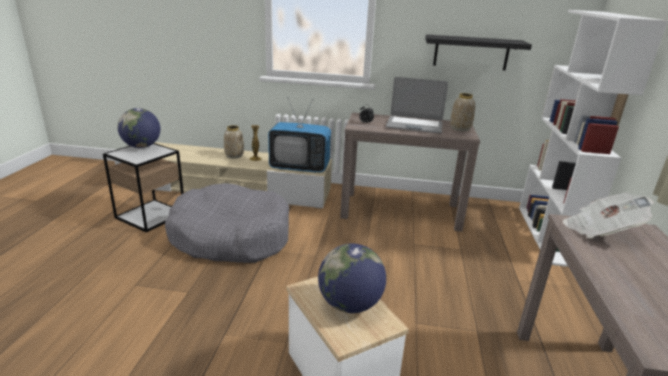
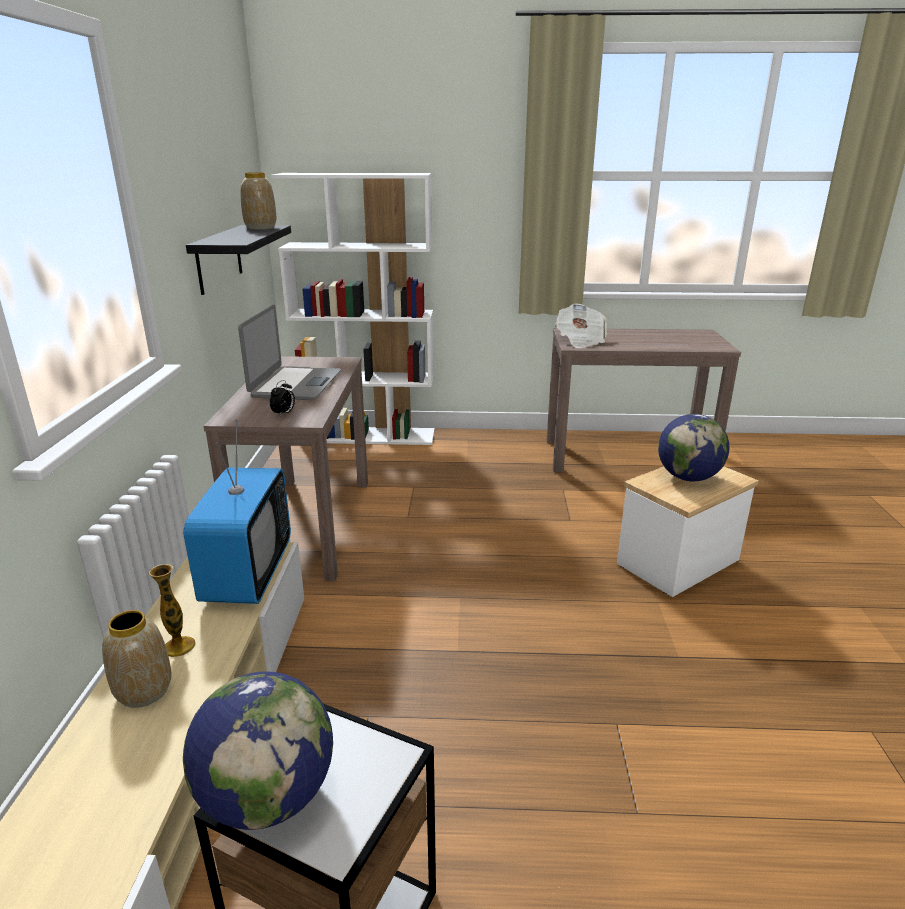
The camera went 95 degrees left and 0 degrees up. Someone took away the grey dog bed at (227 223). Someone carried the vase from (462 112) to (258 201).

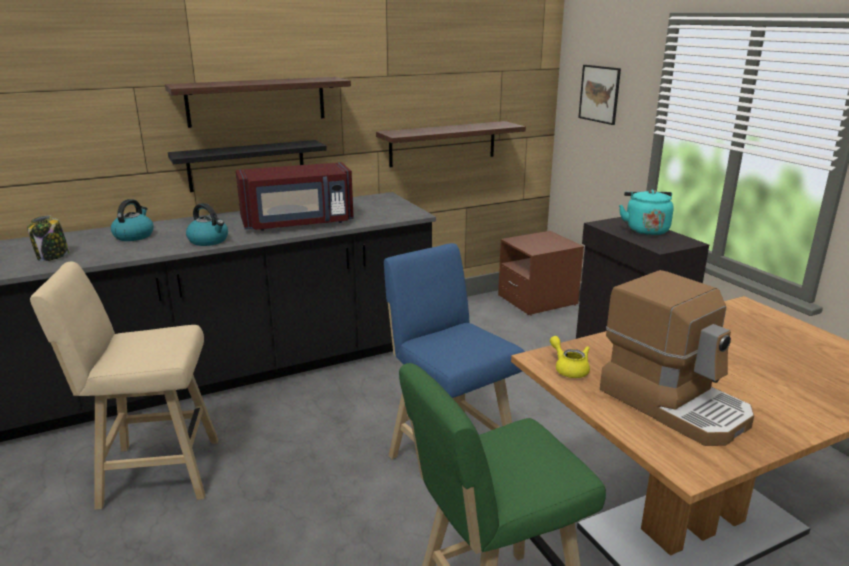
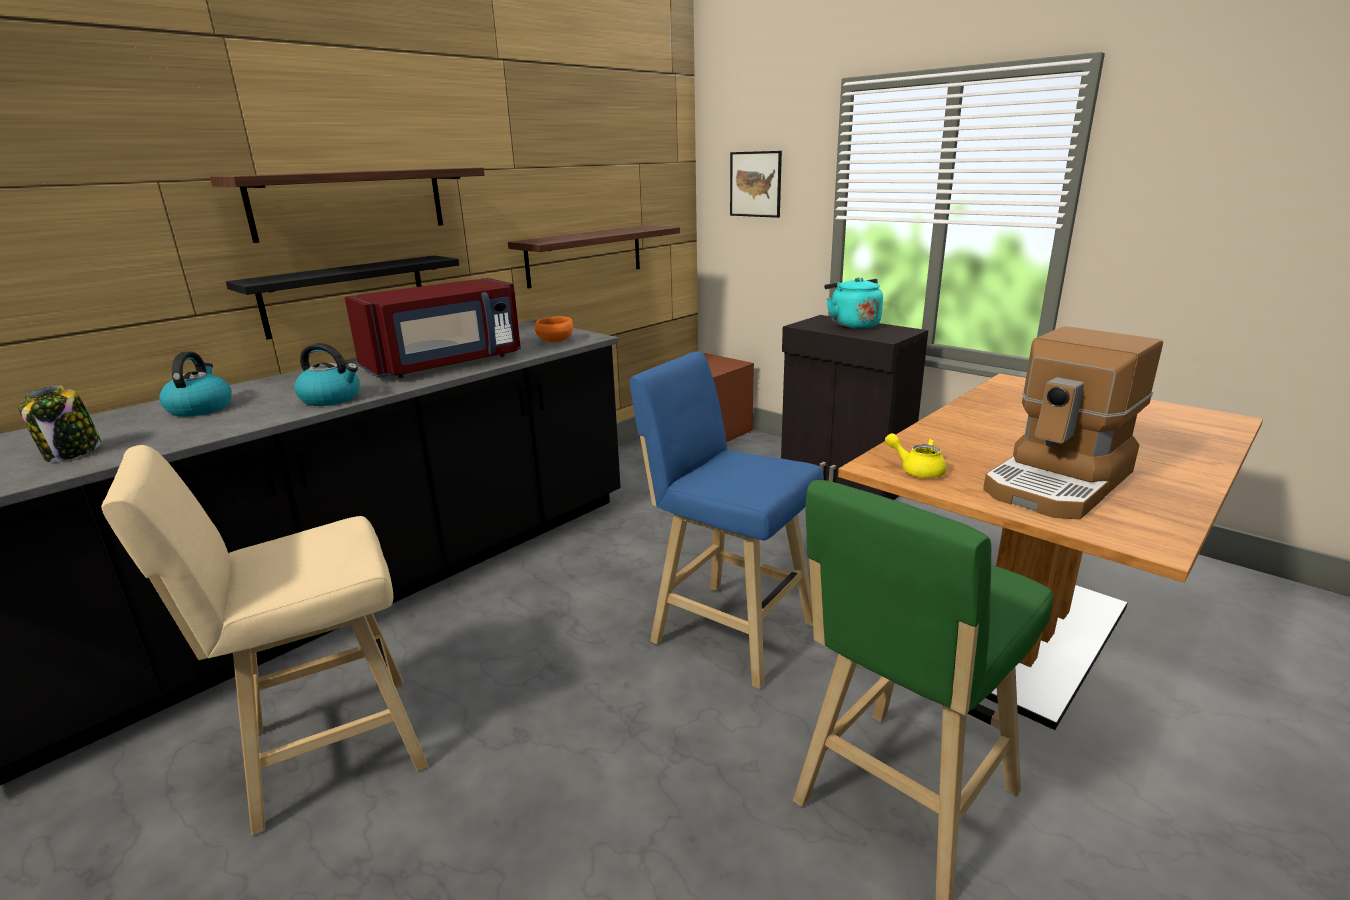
The camera went 20 degrees left and 0 degrees up. Someone rotated the coffee machine at (677 358) by 105 degrees clockwise. Someone put down the orange bowl at (554 329).

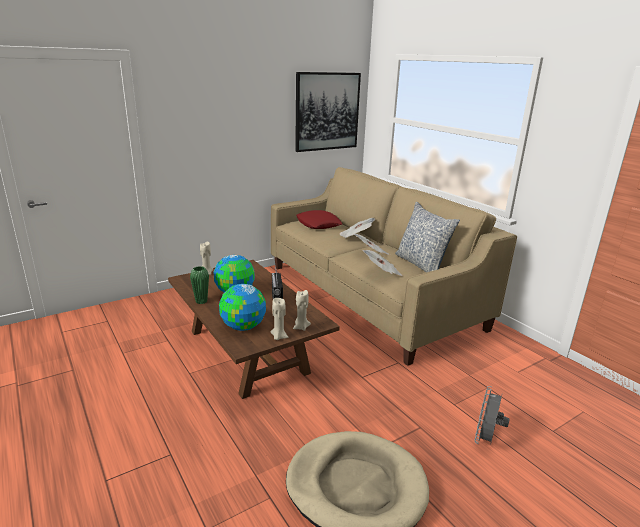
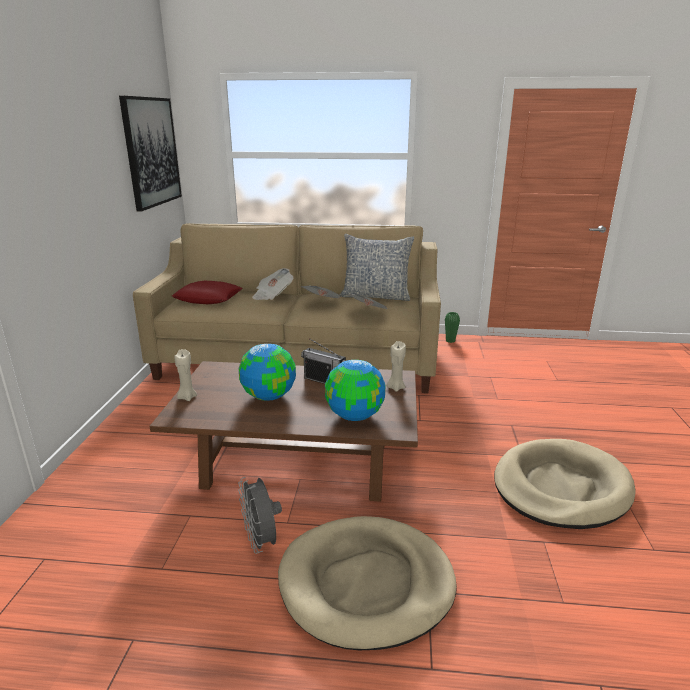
The camera went 50 degrees left and 0 degrees up. Someone carried the green vase from (199 285) to (452 327). Someone took away the beige candle at (279 319). Someone carried the grey fan from (492 415) to (260 515). Someone put down the beige dog bed at (367 583).

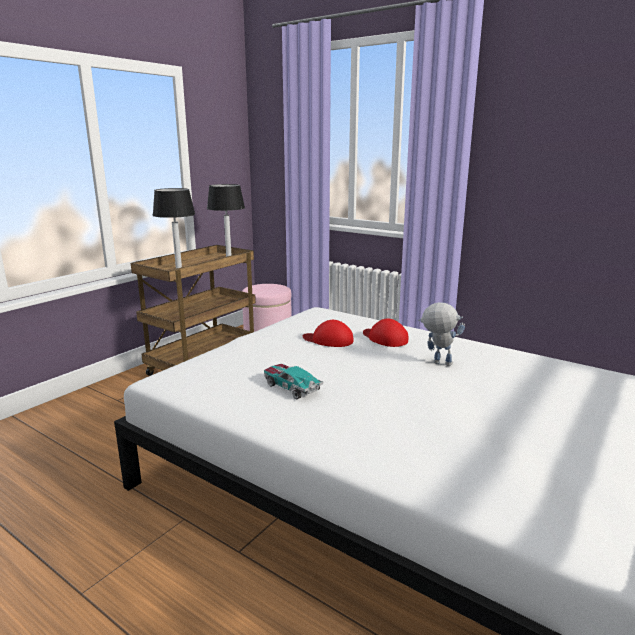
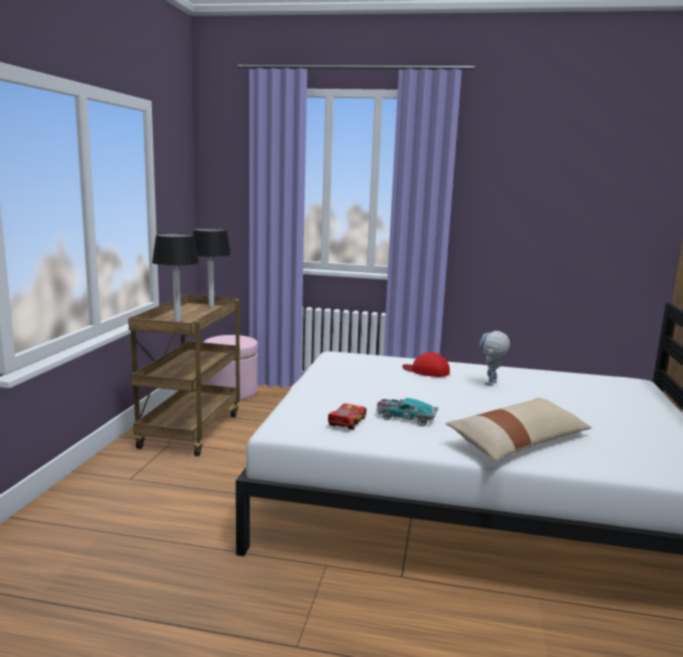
The camera went 25 degrees left and 5 degrees down. Someone took away the red cap at (328 333). Someone rotated the toy robot at (441 334) by 60 degrees counterclockwise. Someone put down the toy car at (347 416). Someone put down the beige pillow at (518 429).

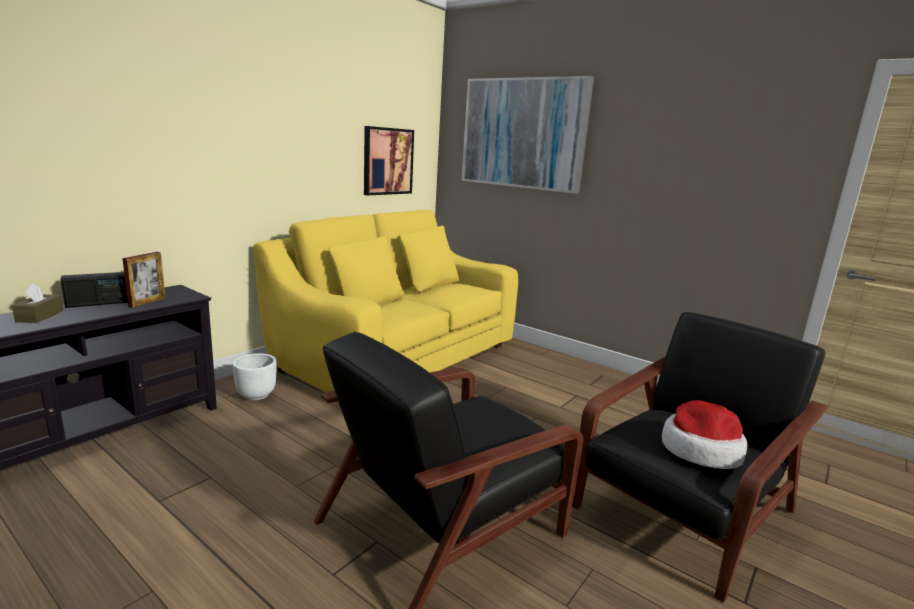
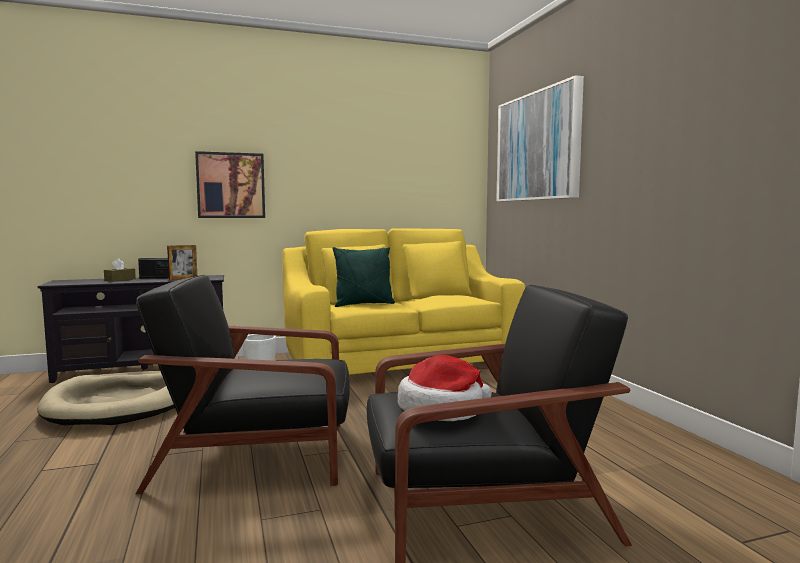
The camera went 35 degrees right and 10 degrees down. Someone carried the picture from (389 161) to (230 184). Someone put down the beige dog bed at (106 398). Someone put down the green pillow at (364 277).

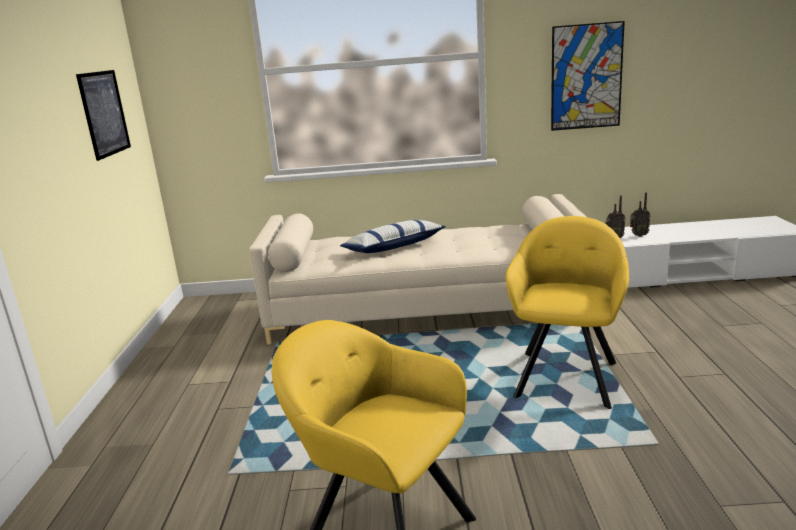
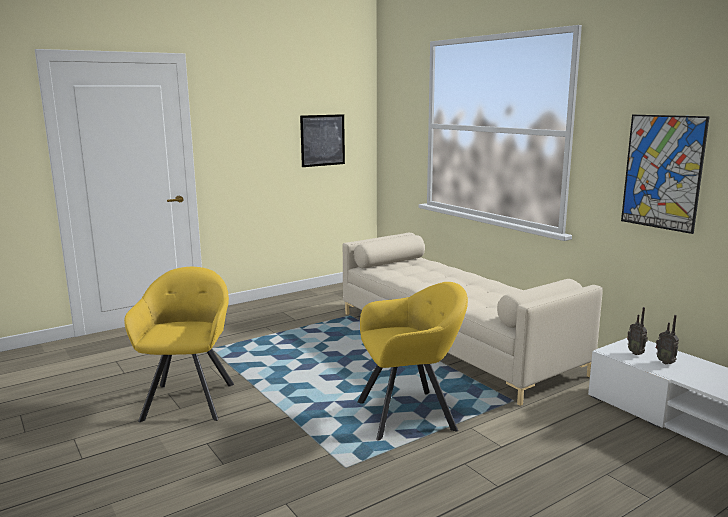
The camera went 55 degrees right and 5 degrees down. Someone took away the pillow at (393 236).

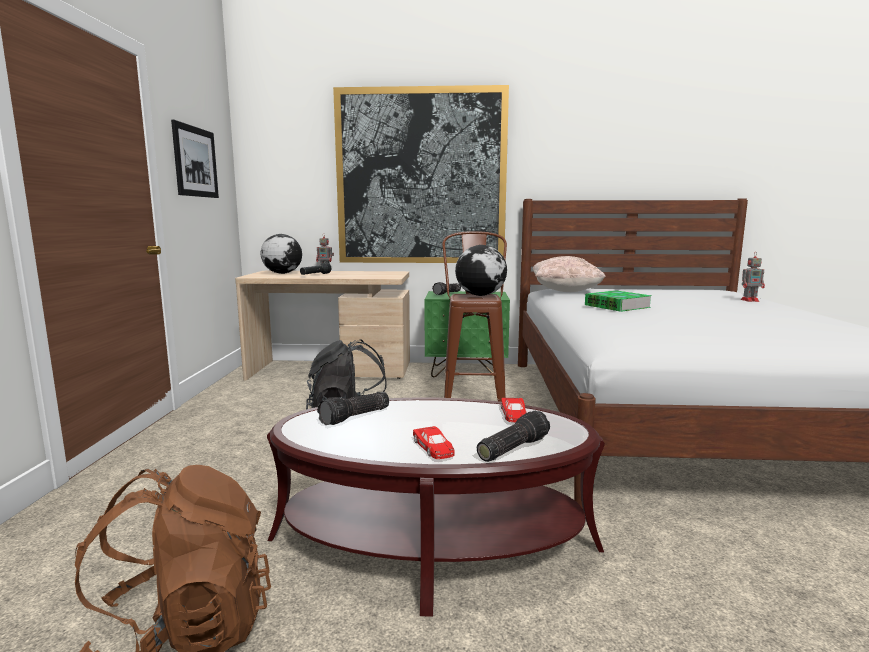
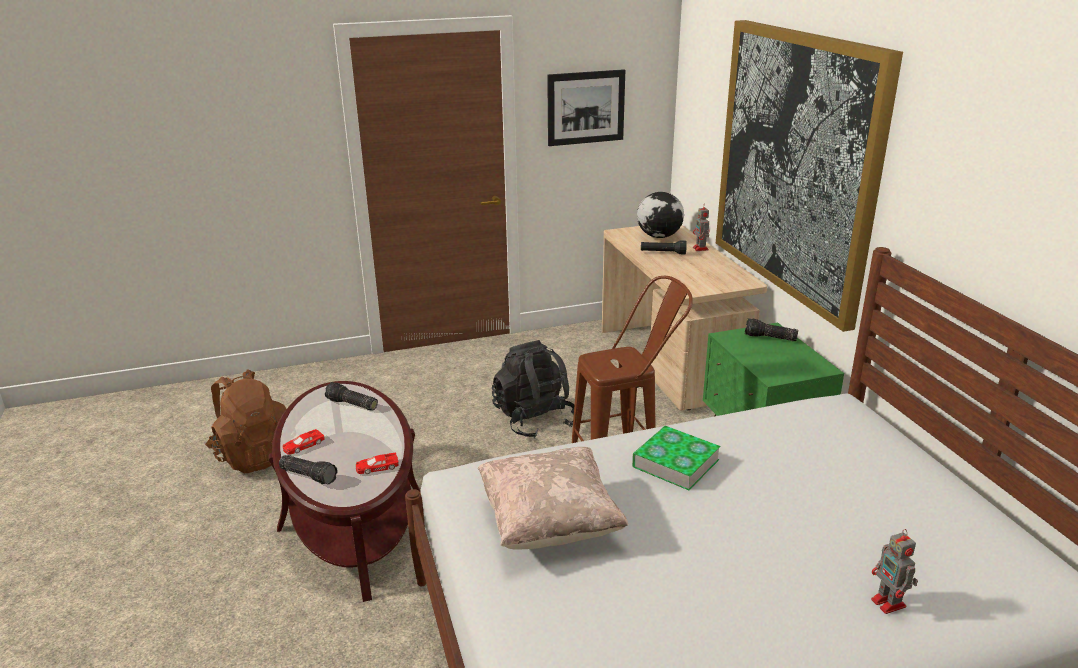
The camera went 70 degrees right and 15 degrees up. Someone took away the globe at (481 270). Someone carried the beige pillow from (569 274) to (553 498).

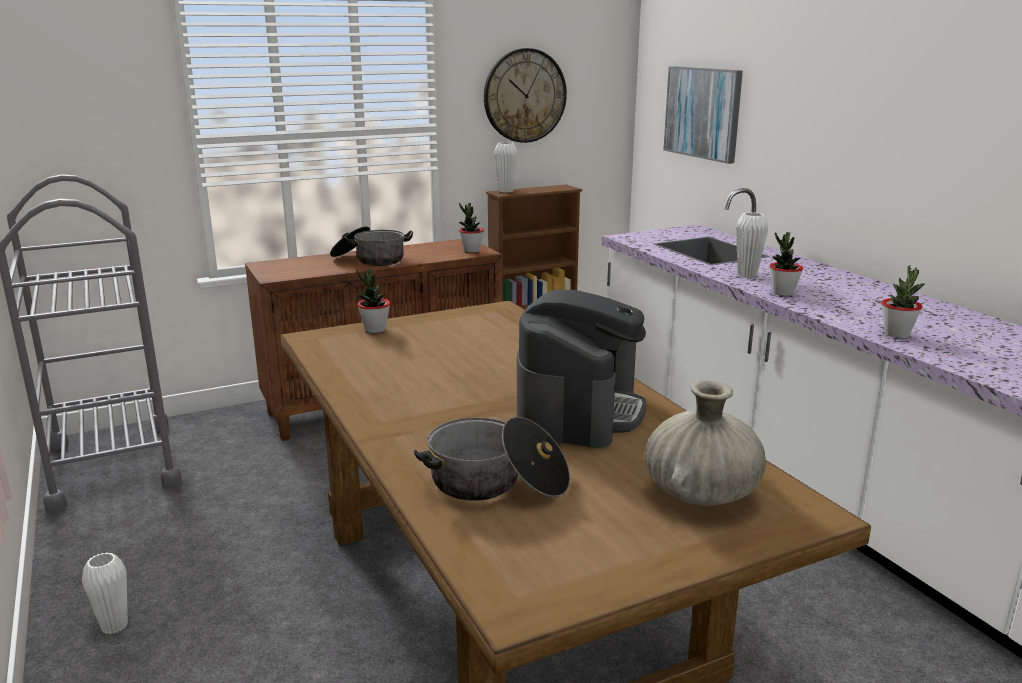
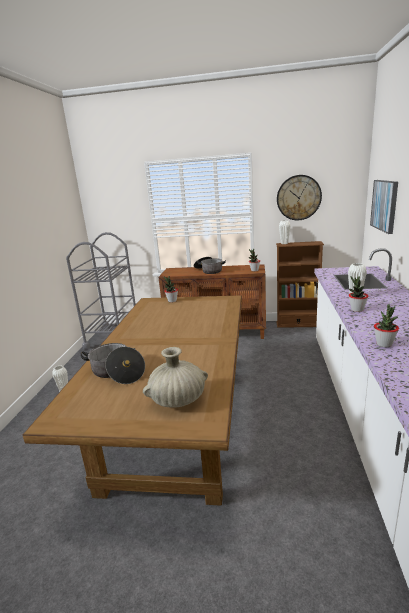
The camera went 35 degrees right and 0 degrees up. Someone took away the coffee machine at (581 369).

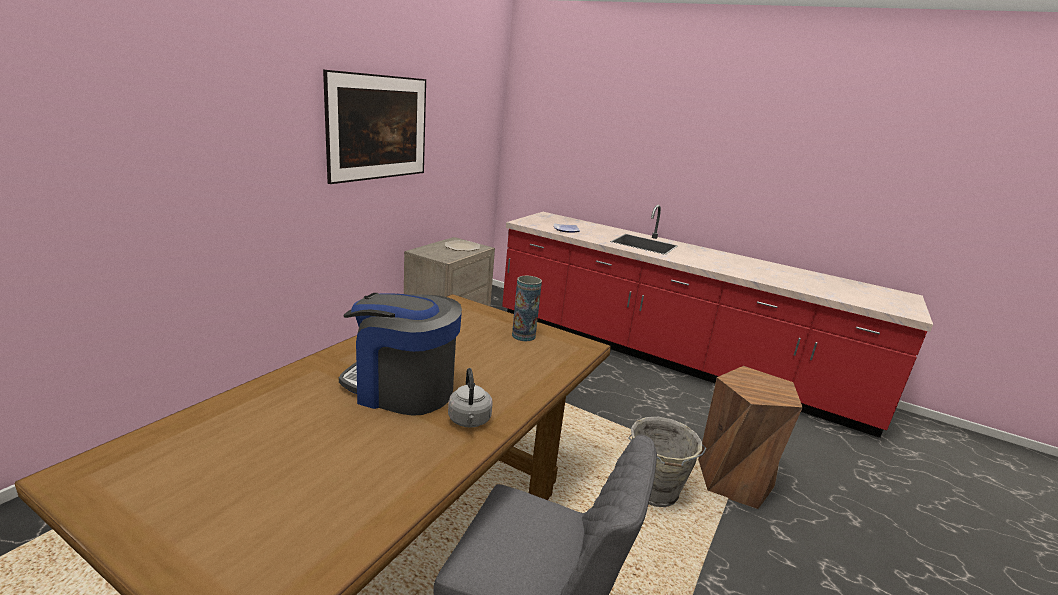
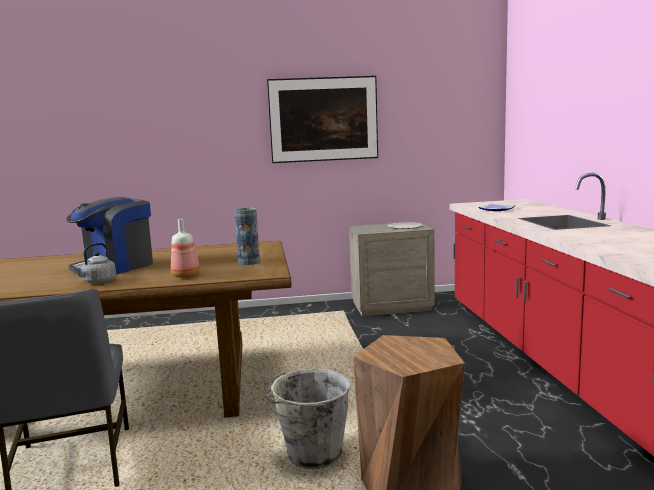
The camera went 55 degrees right and 10 degrees down. Someone rotated the coffee machine at (400 354) by 120 degrees counterclockwise. Someone put down the bottle at (185 248).

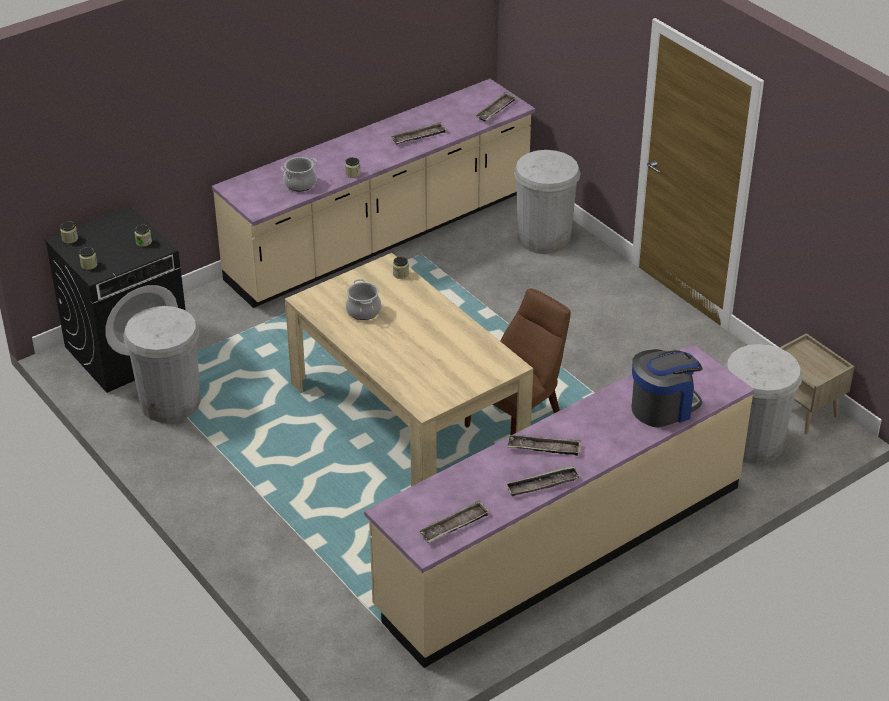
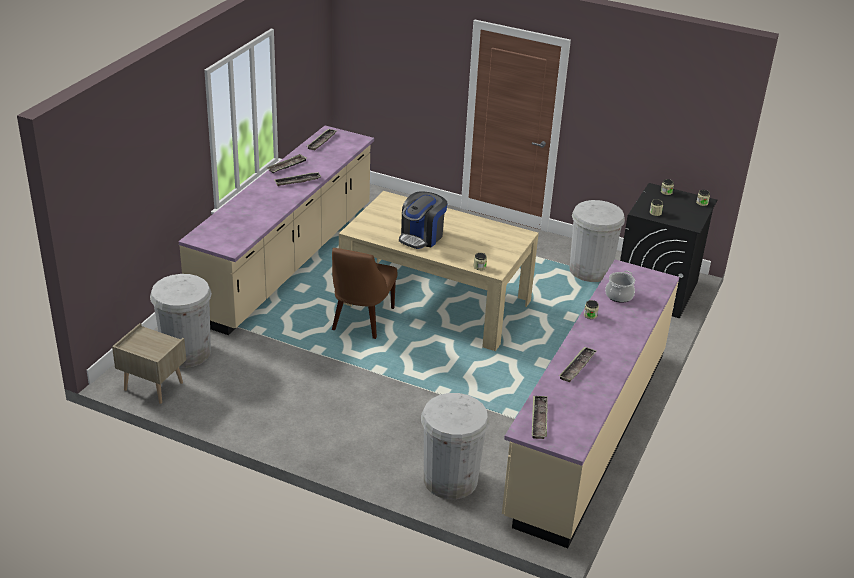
The camera went 150 degrees right and 5 degrees down. Someone took away the cooking pot at (363 299). Someone carried the coffee machine from (666 388) to (423 220).

